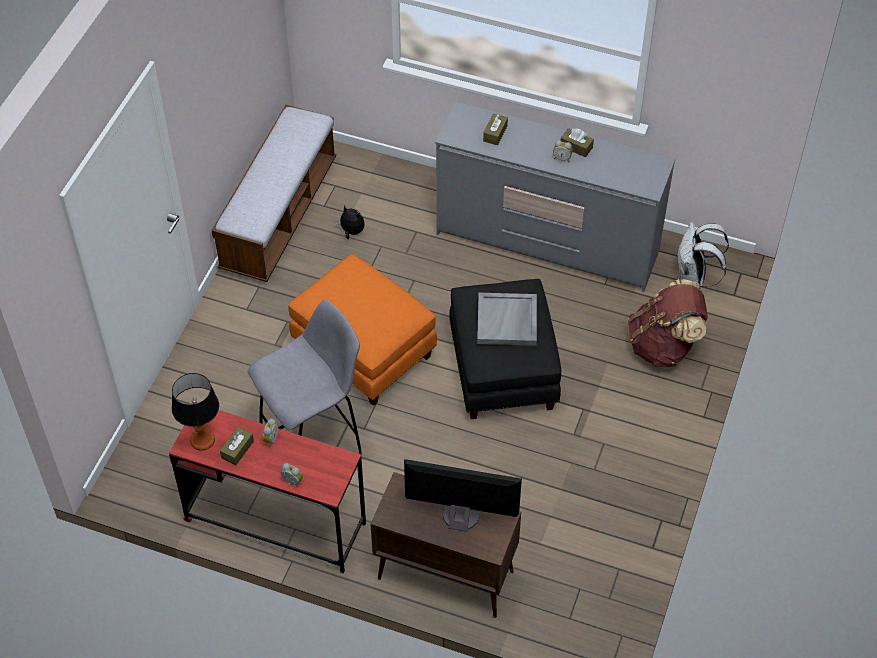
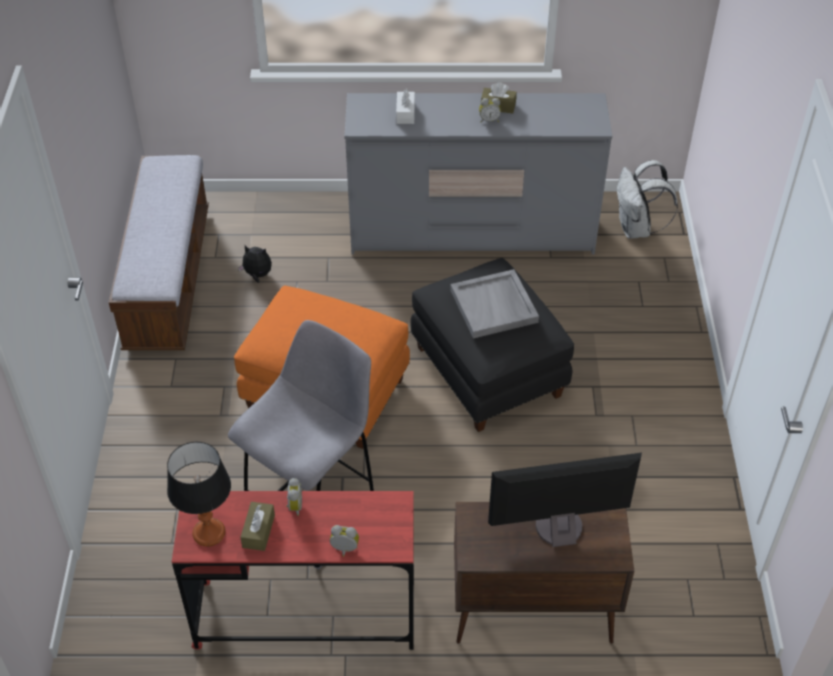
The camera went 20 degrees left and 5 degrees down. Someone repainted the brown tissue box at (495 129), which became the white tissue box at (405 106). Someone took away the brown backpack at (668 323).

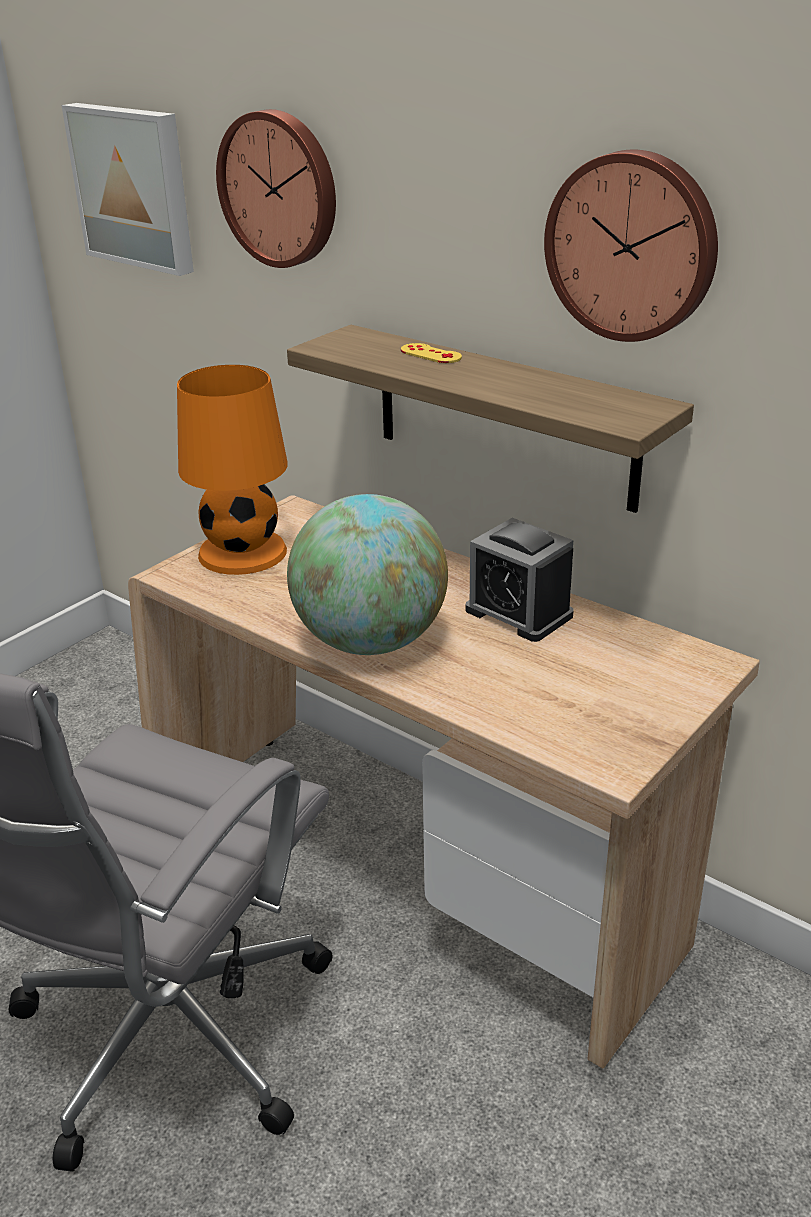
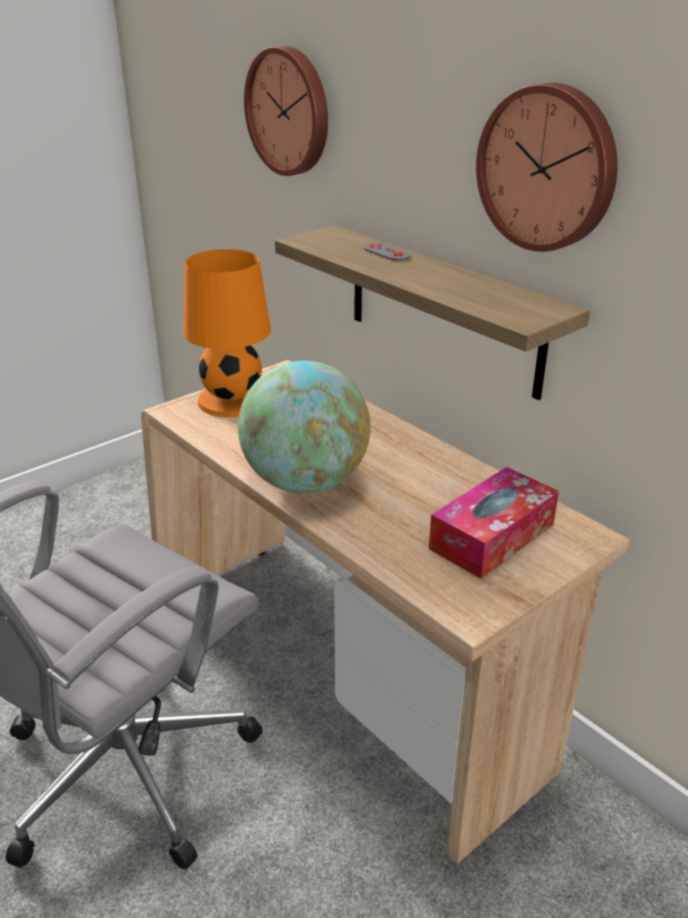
The camera went 10 degrees right and 0 degrees up. Someone took away the picture at (127 189). Someone repainted the yellow game controller at (431 353), which became the grey game controller at (387 251). Someone took away the alarm clock at (520 580). Someone put down the tissue box at (494 523).

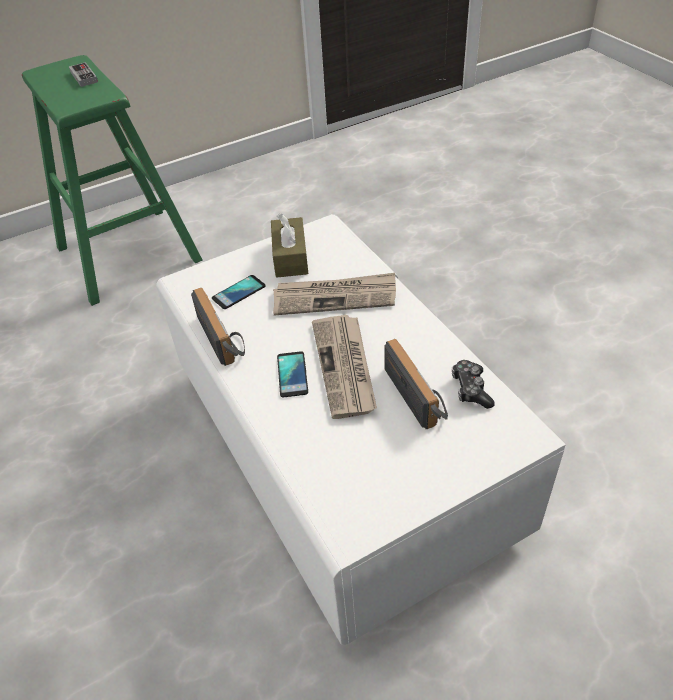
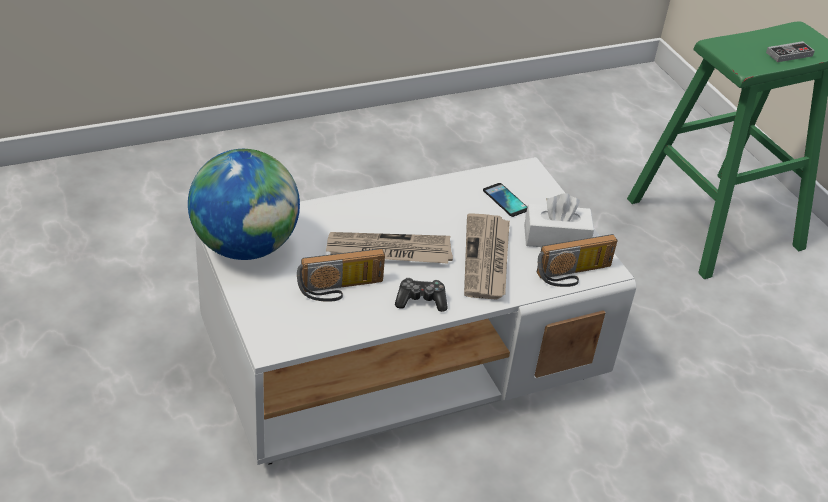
The camera went 90 degrees right and 5 degrees down. Someone carried the radio from (218 327) to (577 260). Someone repainted the brown tissue box at (289 246), which became the white tissue box at (559 220). Someone took away the phone at (292 374). Someone carried the game controller from (473 384) to (421 295). Someone put down the globe at (244 204).

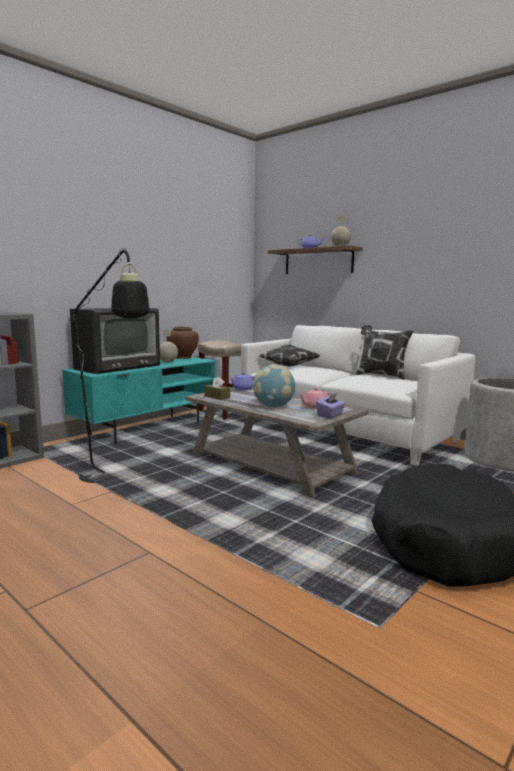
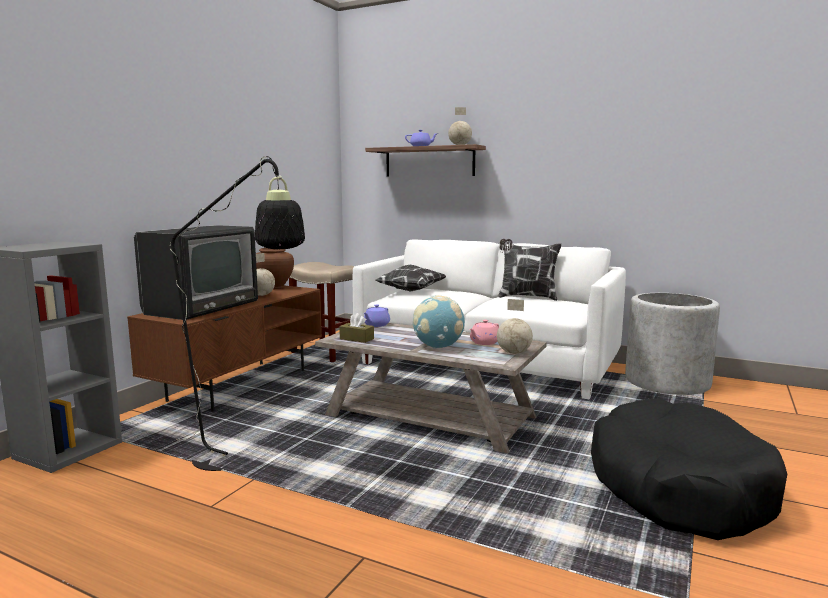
The camera went 15 degrees left and 0 degrees up. Someone repainted the turquoise tv stand at (139 401), which became the brown tv stand at (224 349). Someone swapped the purple tissue box at (330 406) for the globe at (515 326).

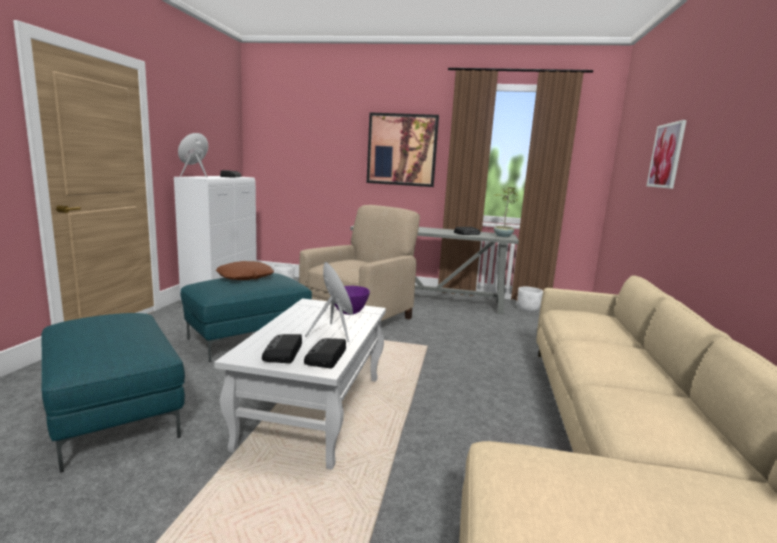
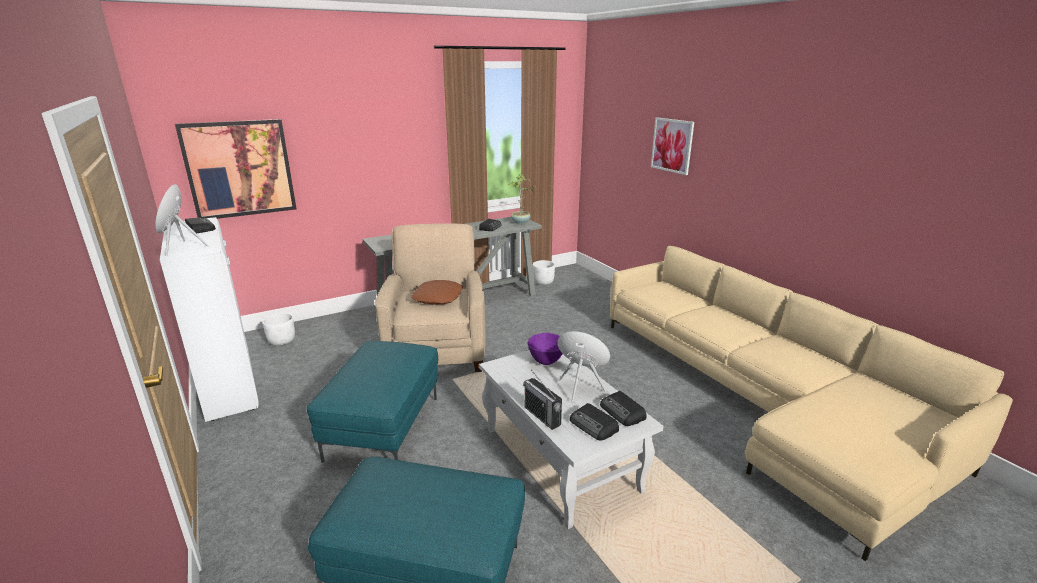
The camera went 40 degrees left and 10 degrees up. Someone carried the brown pillow from (245 270) to (437 292). Someone carried the picture from (403 149) to (235 169). Someone put down the radio at (542 400).

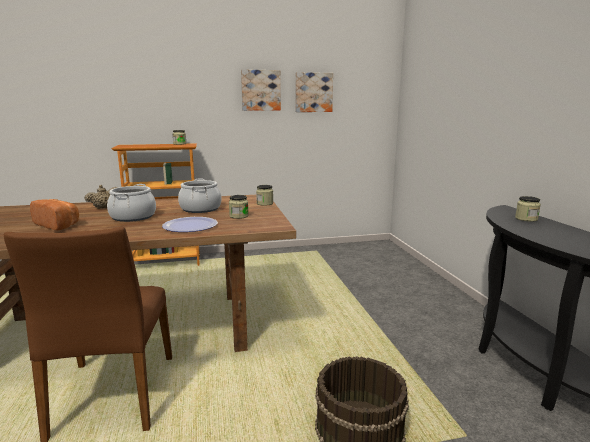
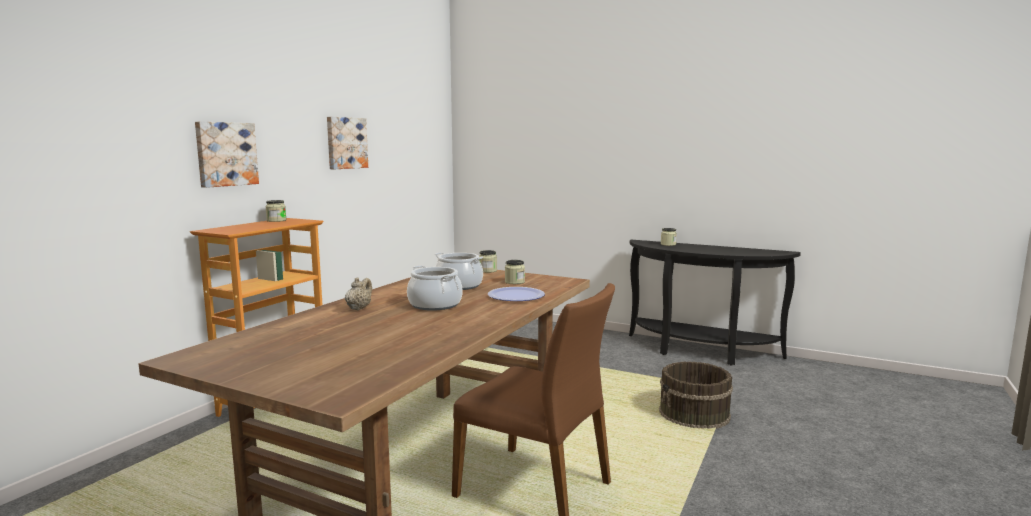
The camera went 50 degrees left and 5 degrees down. Someone took away the bread at (54 215). Someone carried the picture from (314 92) to (227 154).

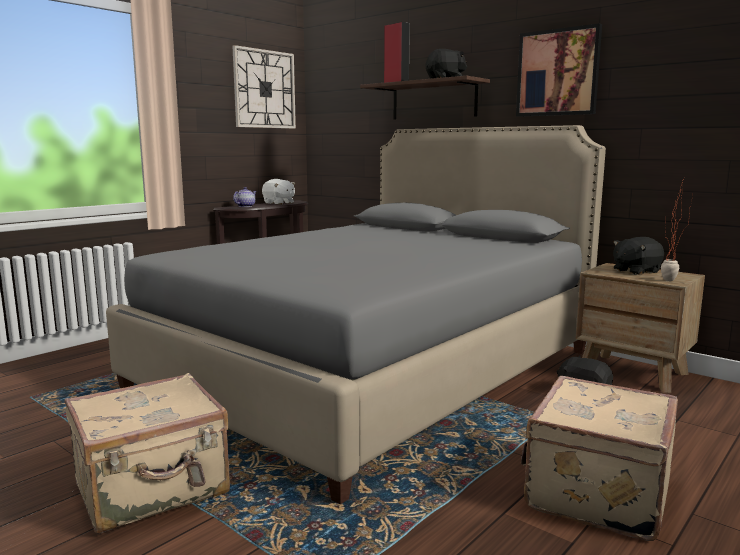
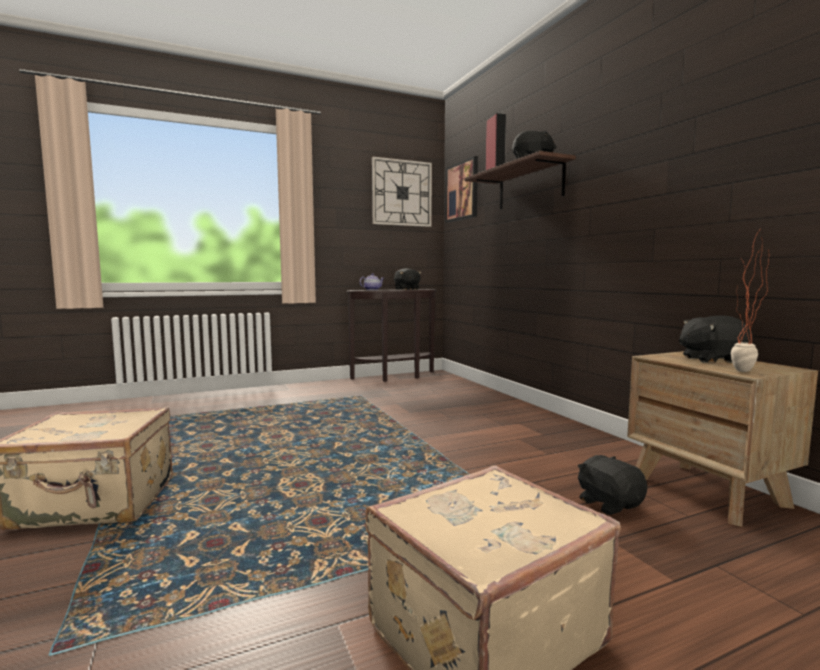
The camera went 25 degrees right and 5 degrees down. Someone took away the grey bed at (356 314). Someone repainted the white plush toy at (278 192), which became the black plush toy at (408 279). Someone carried the picture from (559 70) to (461 189).

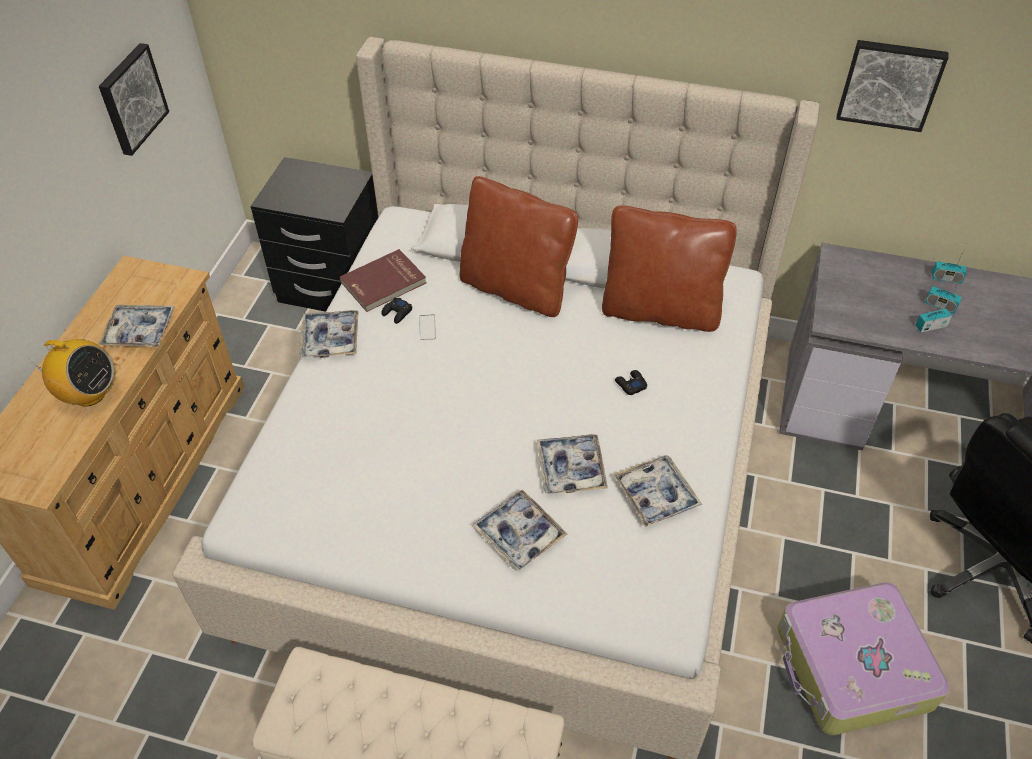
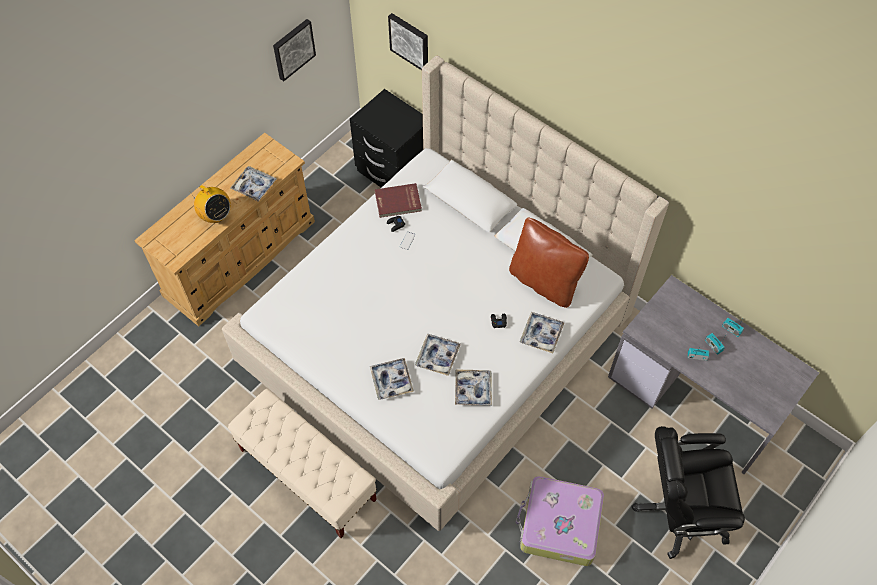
The camera went 25 degrees right and 10 degrees up. Someone carried the tray from (329 334) to (542 332). Someone took away the brown pillow at (519 246). Someone carried the picture from (892 86) to (408 41).

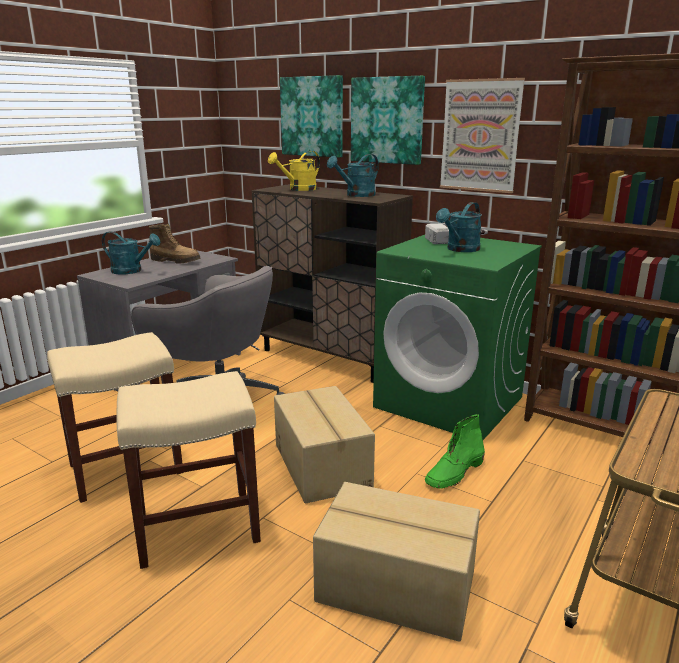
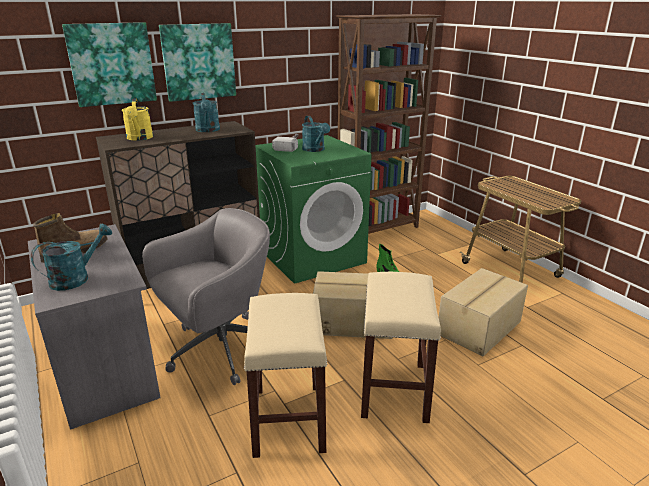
The camera went 65 degrees left and 5 degrees up. Someone took away the picture at (482 135).

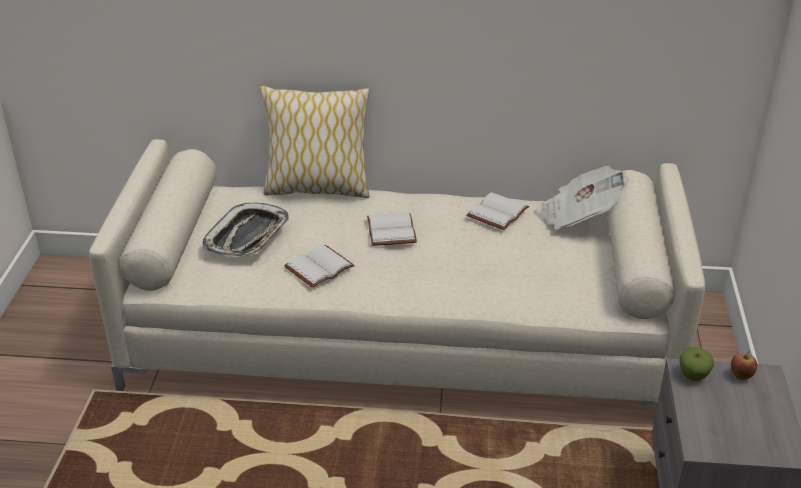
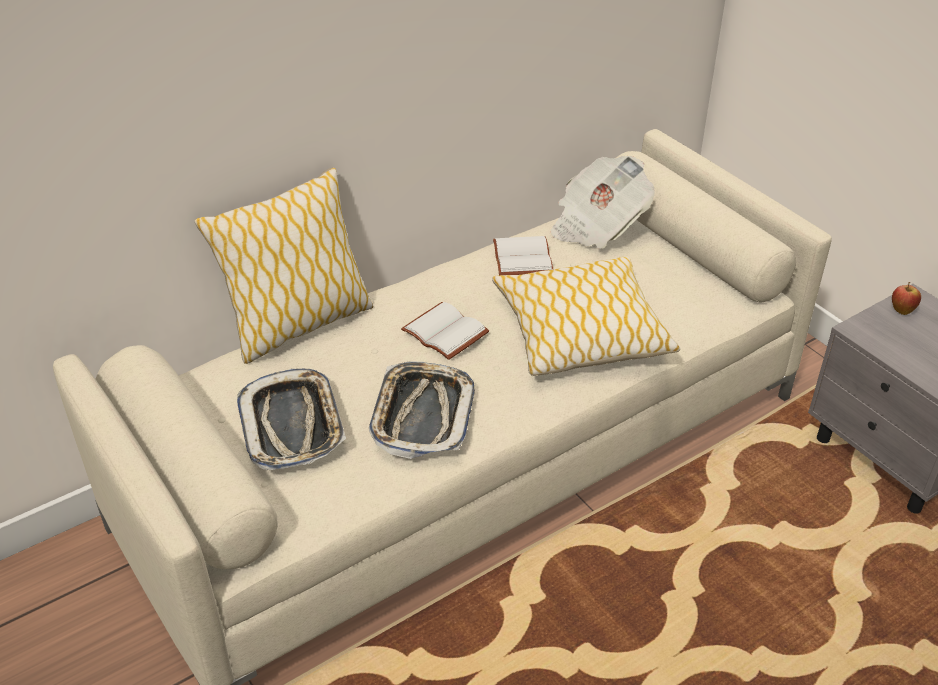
The camera went 40 degrees left and 5 degrees up. Someone swapped the white book at (319 266) for the tray at (422 410). Someone took away the apple at (697 364). Someone put down the pillow at (586 316).

